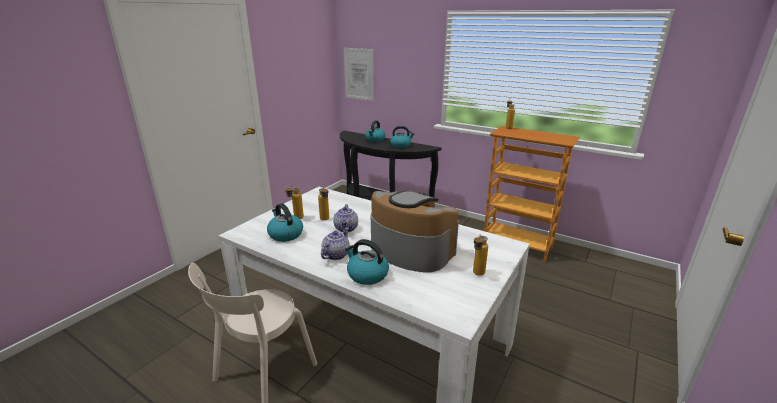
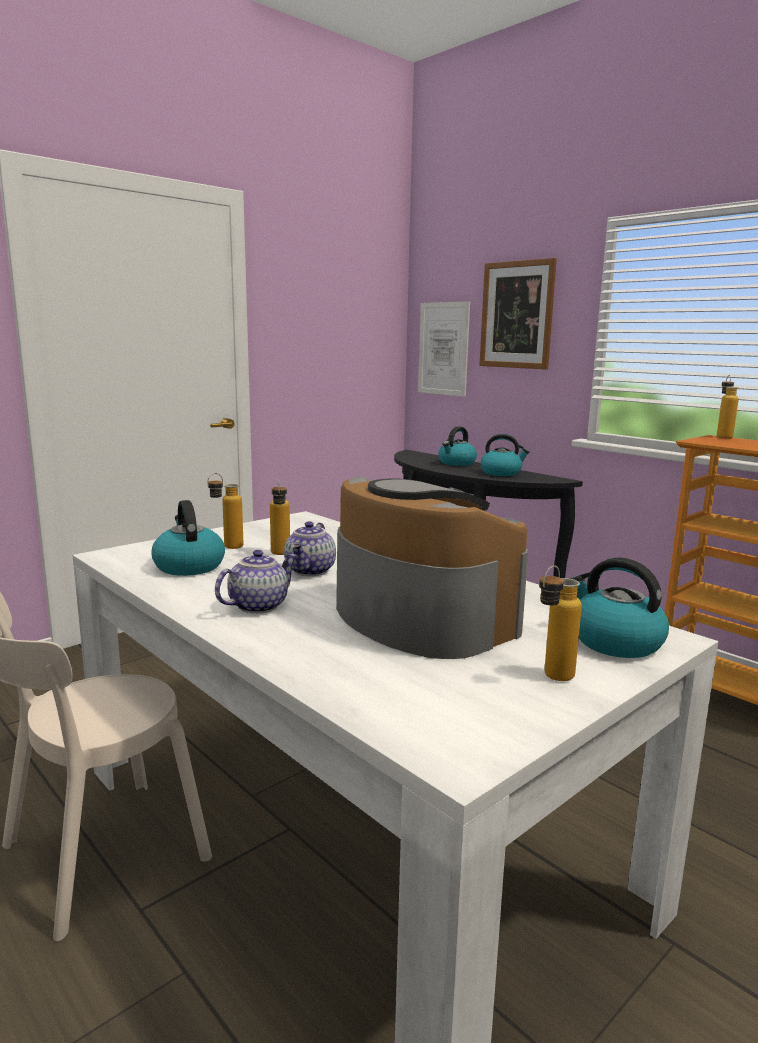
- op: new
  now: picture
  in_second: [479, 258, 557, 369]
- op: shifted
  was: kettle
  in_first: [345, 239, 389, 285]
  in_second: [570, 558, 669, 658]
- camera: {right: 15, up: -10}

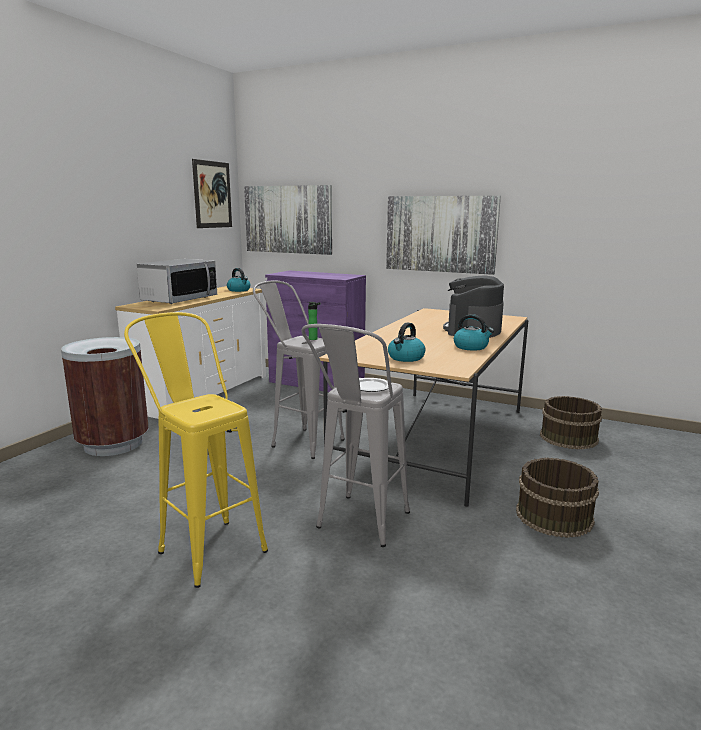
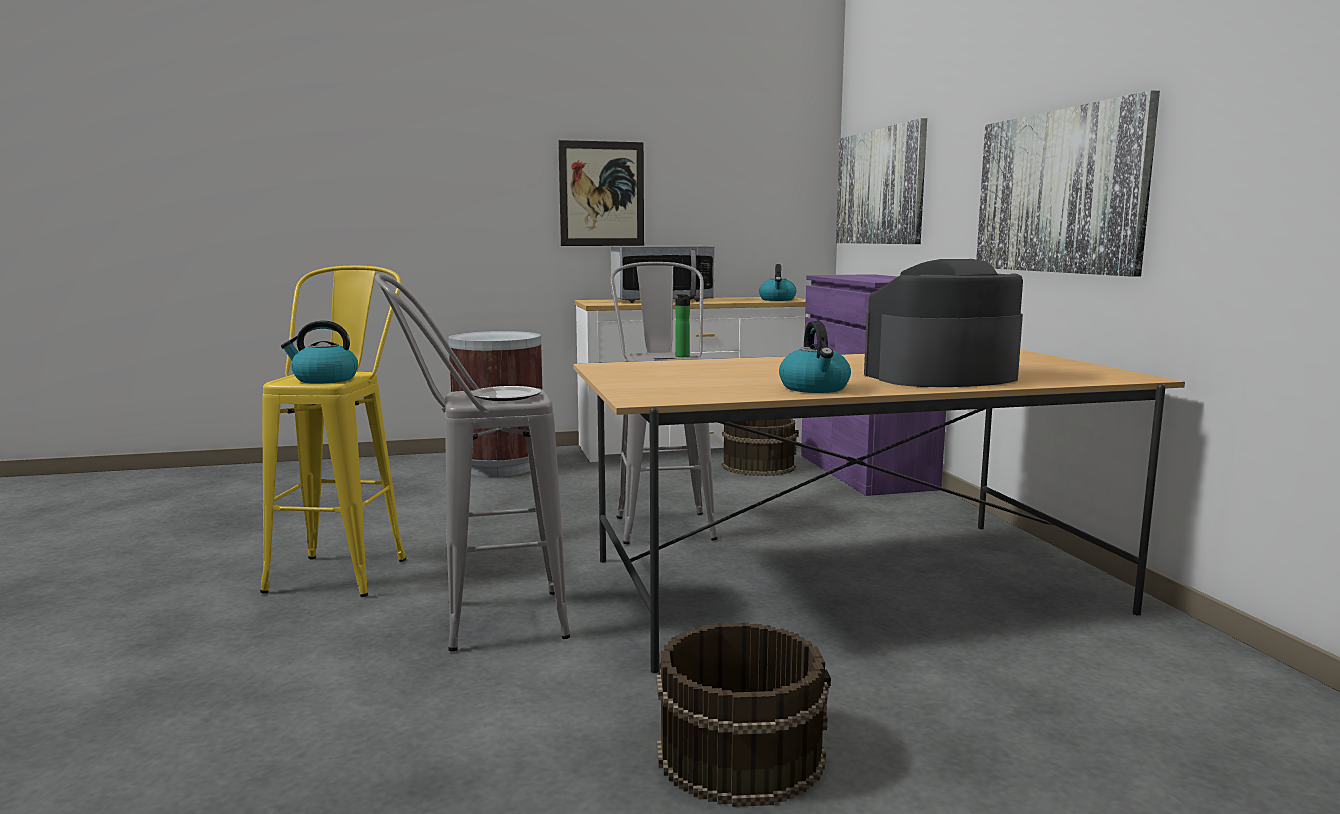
- op: shifted
  was: kettle
  in_first: [388, 323, 426, 362]
  in_second: [281, 320, 358, 384]
- op: shifted
  was: picture
  in_first: [192, 159, 232, 228]
  in_second: [558, 140, 644, 246]
- op: shifted
  was: brown bucket
  in_first: [540, 396, 602, 449]
  in_second: [722, 419, 799, 476]
- camera: {right: 50, up: -5}

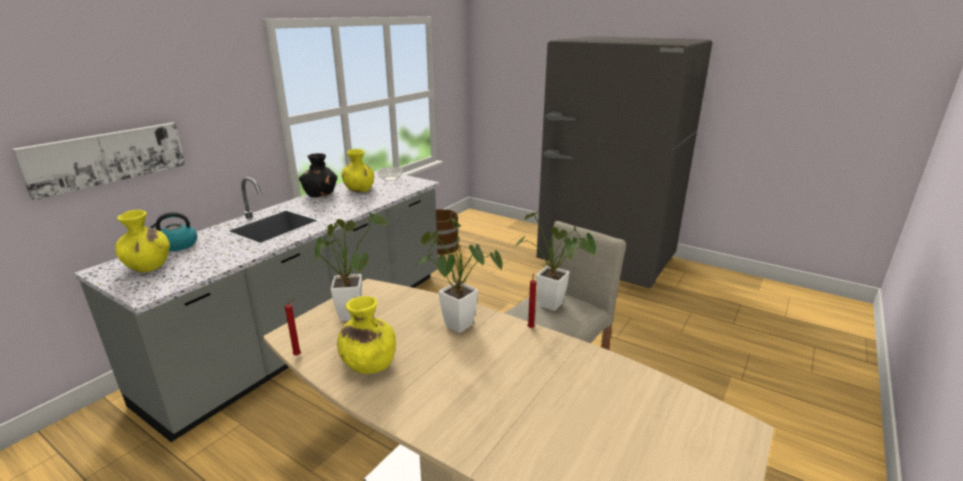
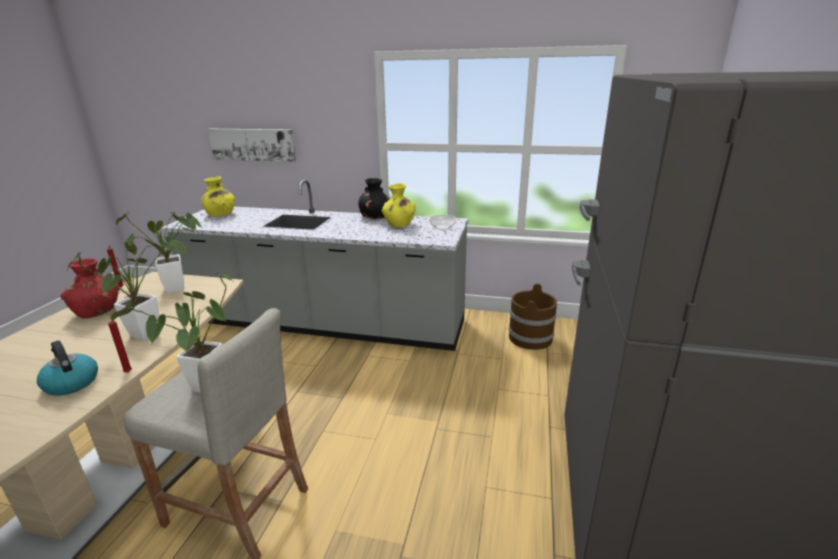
- op: shifted
  was: kettle
  in_first: [148, 212, 197, 251]
  in_second: [37, 340, 98, 396]
- op: repainted
  was: yellow vase
  now: red vase
  in_first: [337, 296, 396, 374]
  in_second: [60, 258, 119, 318]
- camera: {right: 70, up: 0}

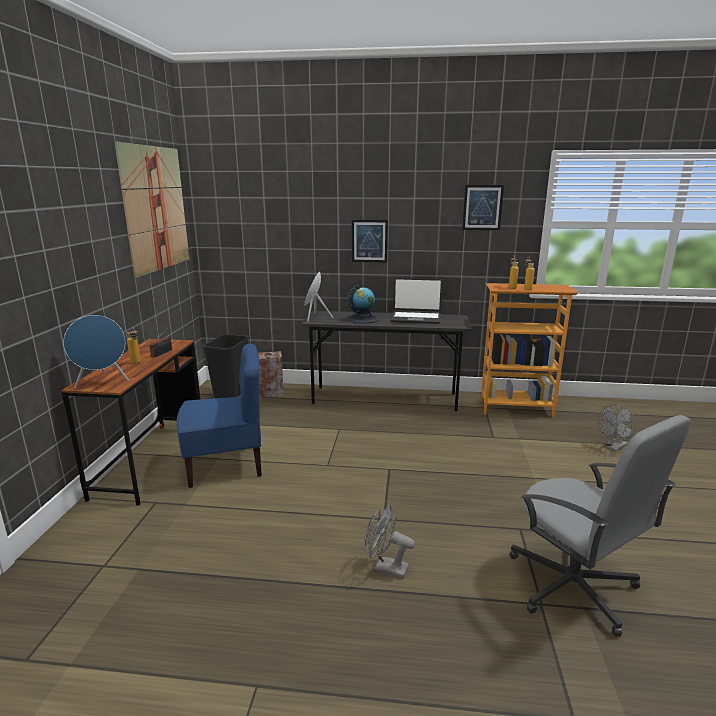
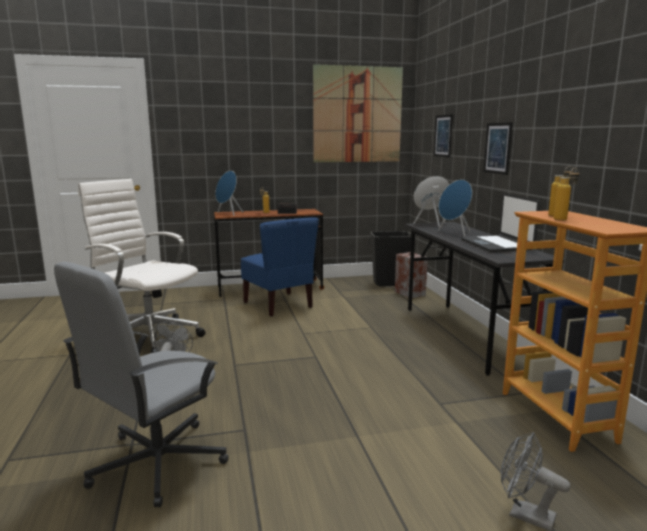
- op: new
  now: white office chair
  in_second: [78, 179, 205, 353]
- op: shifted
  was: picture
  in_first: [462, 185, 504, 230]
  in_second: [434, 114, 453, 157]
- op: swapped
  was: globe
  now: blue speaker
  in_first: [348, 285, 379, 324]
  in_second: [438, 180, 472, 237]
- camera: {right: 70, up: -5}

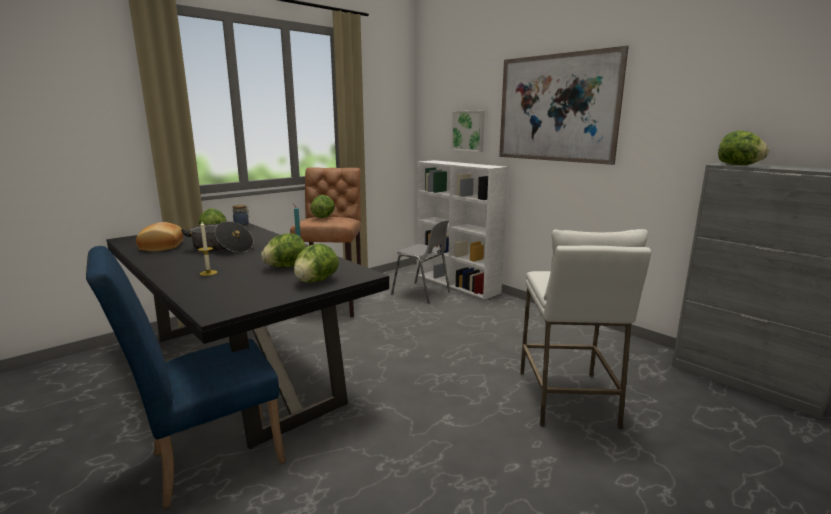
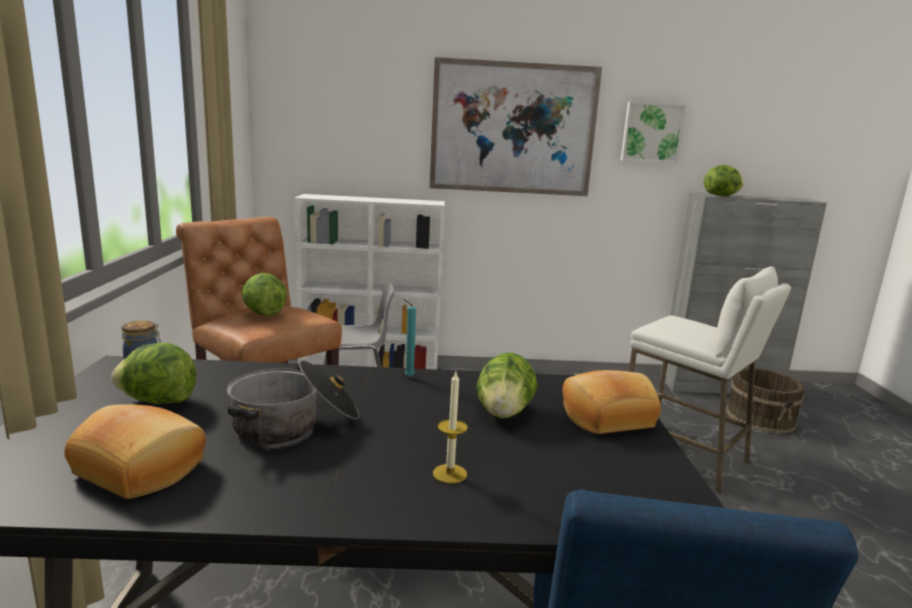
- op: swapped
  was: lettuce
  now: bread
  in_first: [294, 244, 339, 283]
  in_second: [562, 370, 661, 434]
- op: shifted
  was: picture
  in_first: [451, 111, 485, 152]
  in_second: [621, 102, 686, 164]
- op: new
  now: brown bucket
  in_second: [726, 368, 804, 434]
- camera: {right: -50, up: 0}

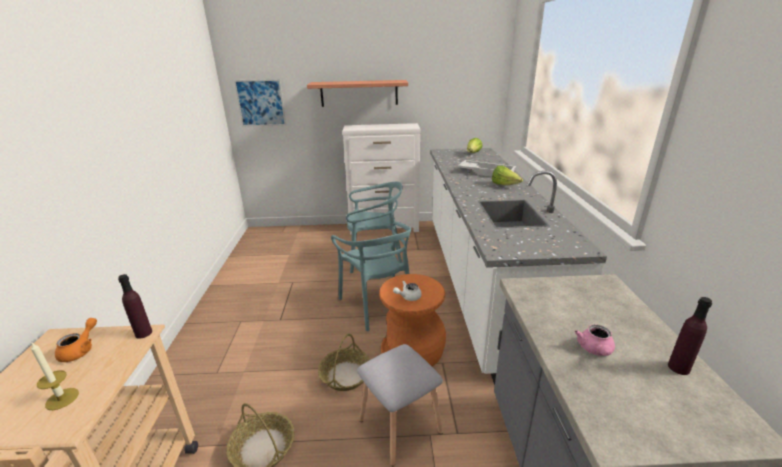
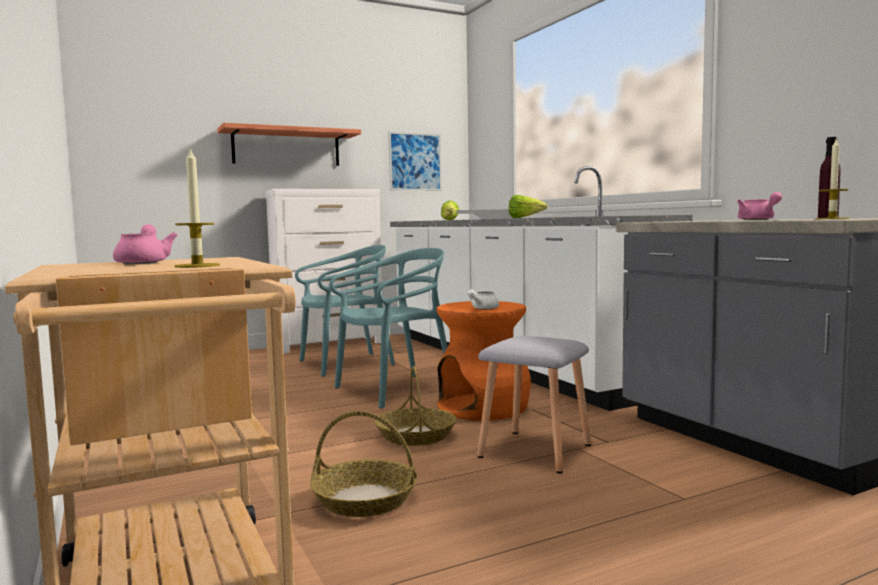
- op: repainted
  was: orange teapot
  now: pink teapot
  in_first: [55, 318, 97, 362]
  in_second: [113, 224, 178, 264]
- op: rotated
  was: turquoise chair
  in_first: [331, 222, 411, 331]
  in_second: [329, 248, 447, 409]
  clockwise: -75
- op: shifted
  was: picture
  in_first: [234, 79, 286, 127]
  in_second: [388, 132, 442, 191]
- op: new
  now: candle
  in_second: [815, 140, 850, 219]
- op: gone
  was: purple bottle
  in_first: [118, 274, 152, 339]
- camera: {right: -25, up: -20}

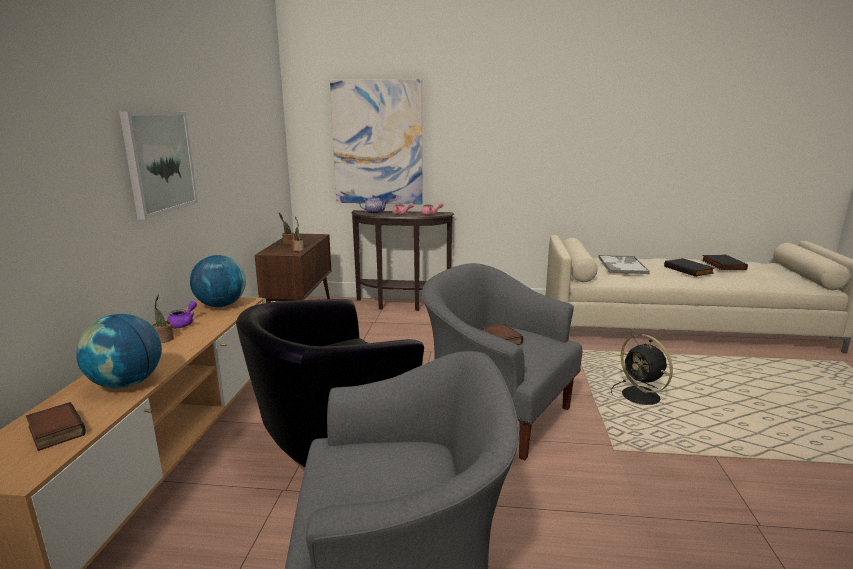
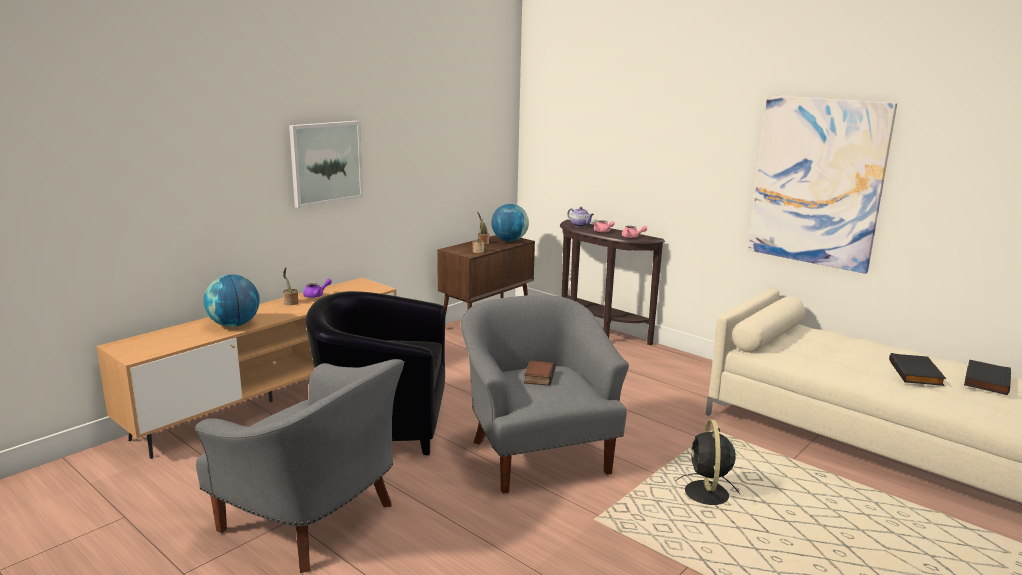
- op: shifted
  was: globe
  in_first: [190, 255, 246, 307]
  in_second: [491, 204, 529, 242]
- op: shifted
  was: picture
  in_first: [330, 79, 422, 204]
  in_second: [748, 95, 897, 274]
- op: gone
  was: book
  in_first: [26, 402, 86, 451]
- op: gone
  was: tray
  in_first: [598, 255, 650, 274]
- camera: {right: 35, up: 0}

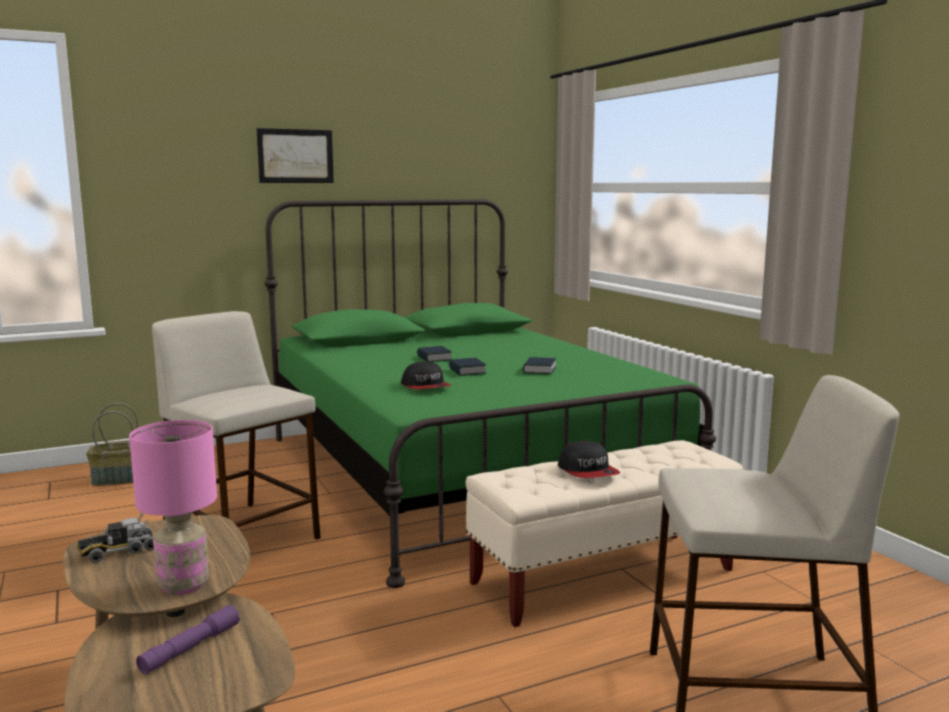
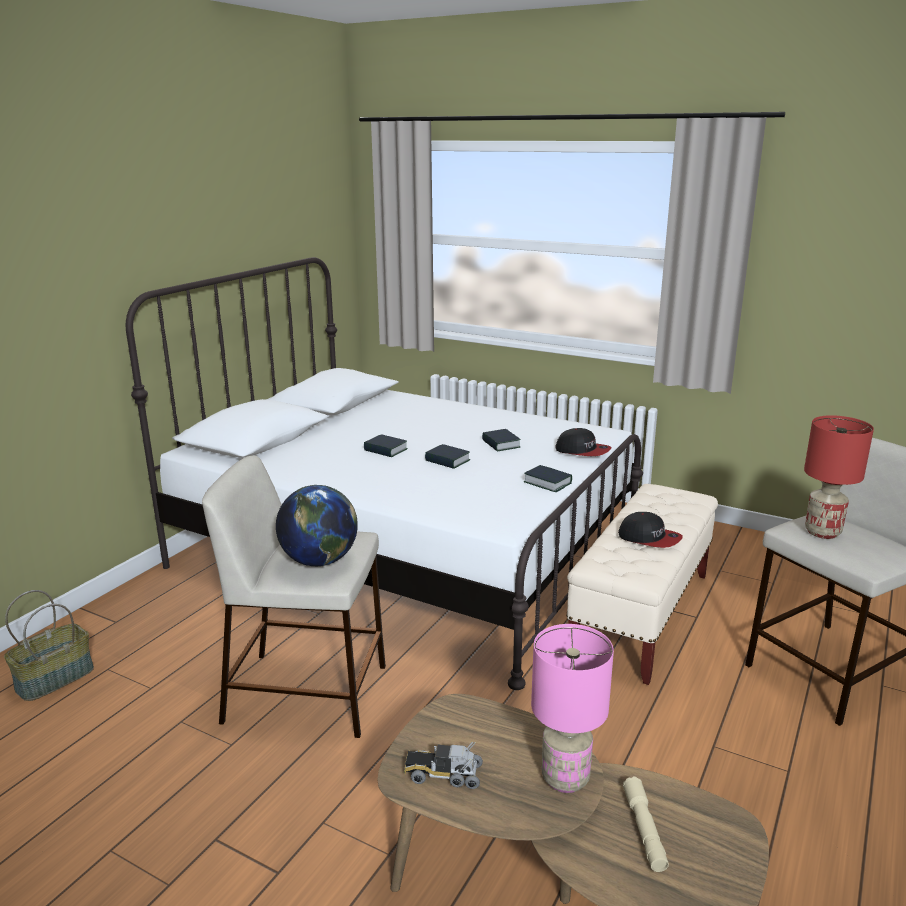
- op: repainted
  was: green bed
  now: white bed
  in_first: [264, 199, 716, 588]
  in_second: [126, 257, 643, 690]
- op: new
  now: globe
  in_second: [276, 485, 358, 566]
- op: rotated
  was: toy truck
  in_first: [77, 512, 154, 563]
  in_second: [404, 742, 483, 789]
  clockwise: 75
- op: new
  now: book
  in_second: [524, 465, 572, 492]
- op: shifted
  was: cap
  in_first: [401, 361, 451, 389]
  in_second: [555, 428, 612, 456]
- op: repainted
  was: purple flashlight
  now: beige flashlight
  in_first: [136, 605, 240, 674]
  in_second: [623, 777, 669, 872]
- op: new
  now: red table lamp
  in_second: [804, 415, 874, 539]
- op: gone
  was: picture
  in_first: [256, 128, 334, 183]
- camera: {right: -35, up: 10}

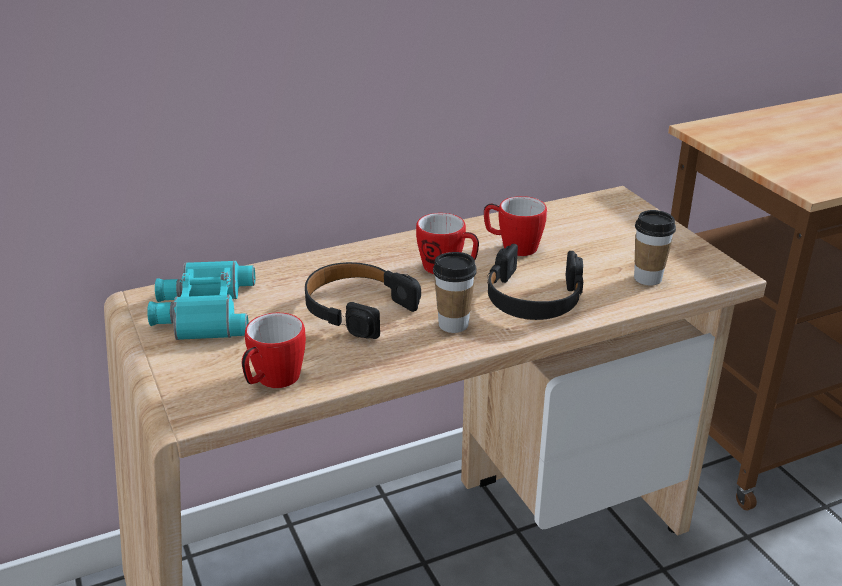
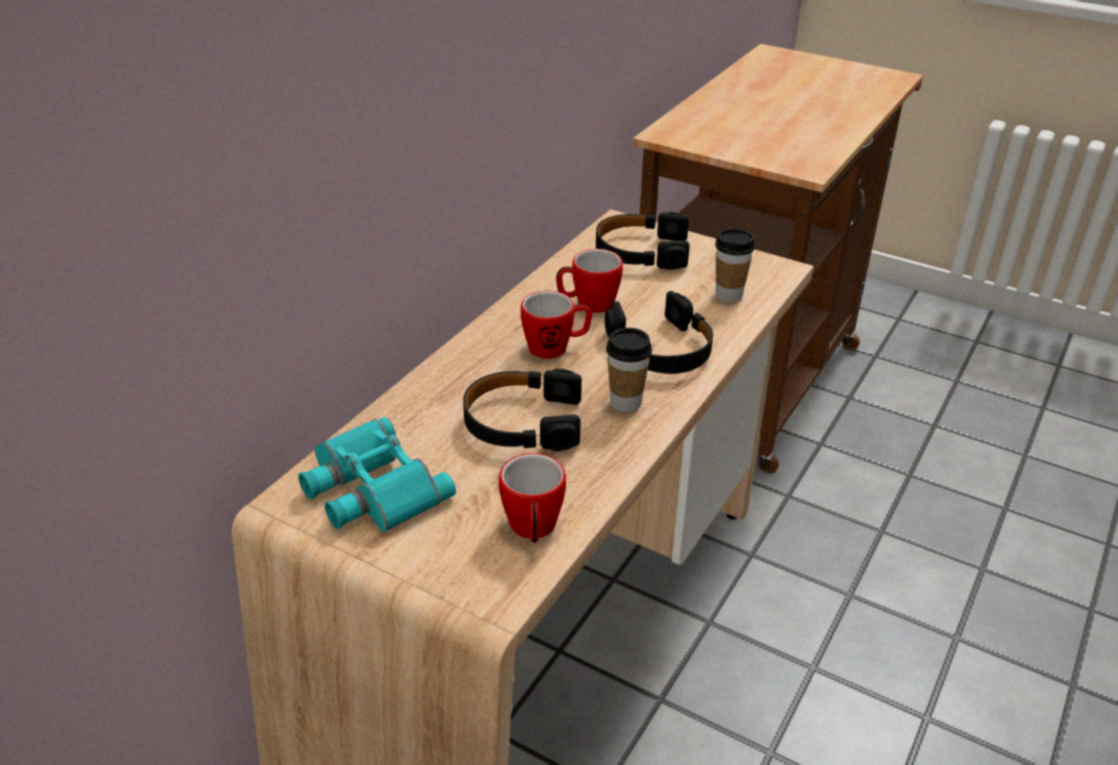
- op: new
  now: black headphones
  in_second: [596, 212, 690, 270]
- camera: {right: -35, up: 5}

